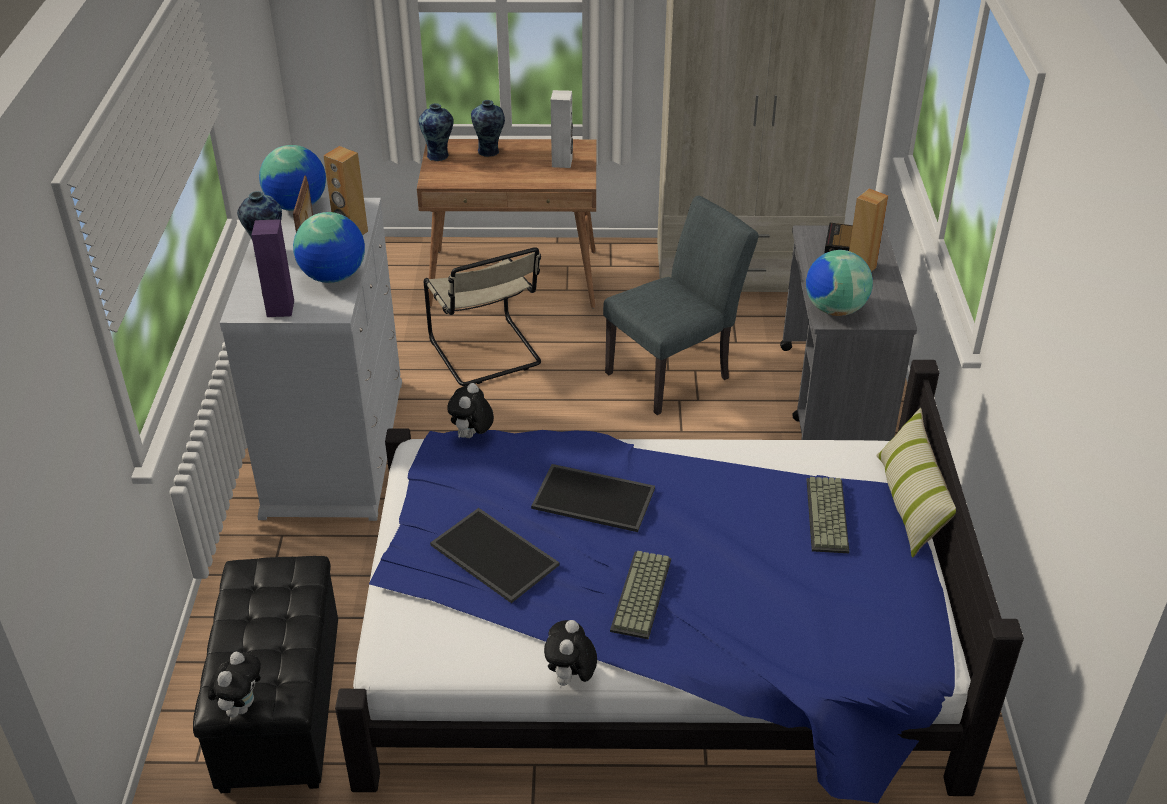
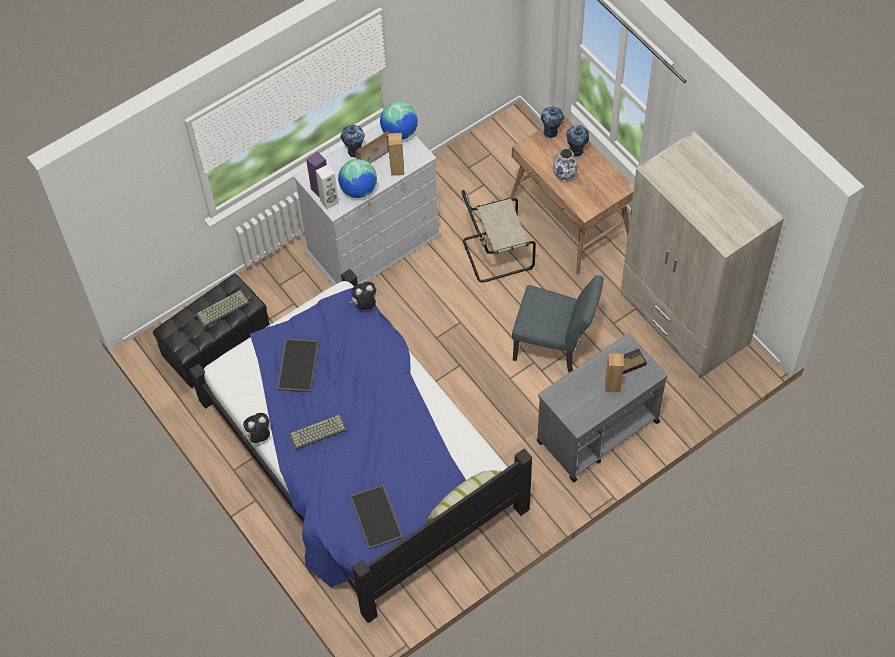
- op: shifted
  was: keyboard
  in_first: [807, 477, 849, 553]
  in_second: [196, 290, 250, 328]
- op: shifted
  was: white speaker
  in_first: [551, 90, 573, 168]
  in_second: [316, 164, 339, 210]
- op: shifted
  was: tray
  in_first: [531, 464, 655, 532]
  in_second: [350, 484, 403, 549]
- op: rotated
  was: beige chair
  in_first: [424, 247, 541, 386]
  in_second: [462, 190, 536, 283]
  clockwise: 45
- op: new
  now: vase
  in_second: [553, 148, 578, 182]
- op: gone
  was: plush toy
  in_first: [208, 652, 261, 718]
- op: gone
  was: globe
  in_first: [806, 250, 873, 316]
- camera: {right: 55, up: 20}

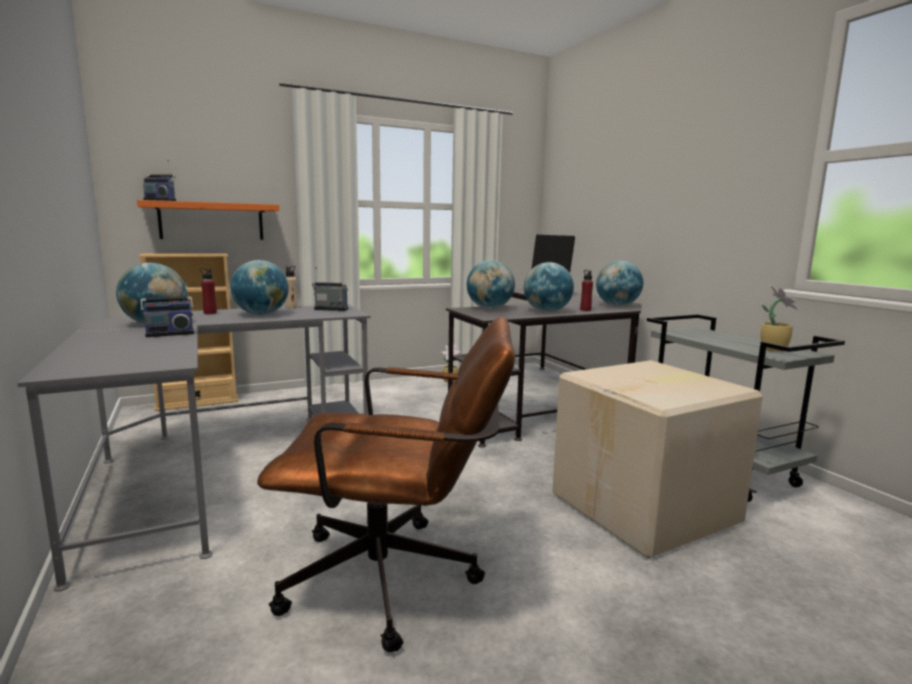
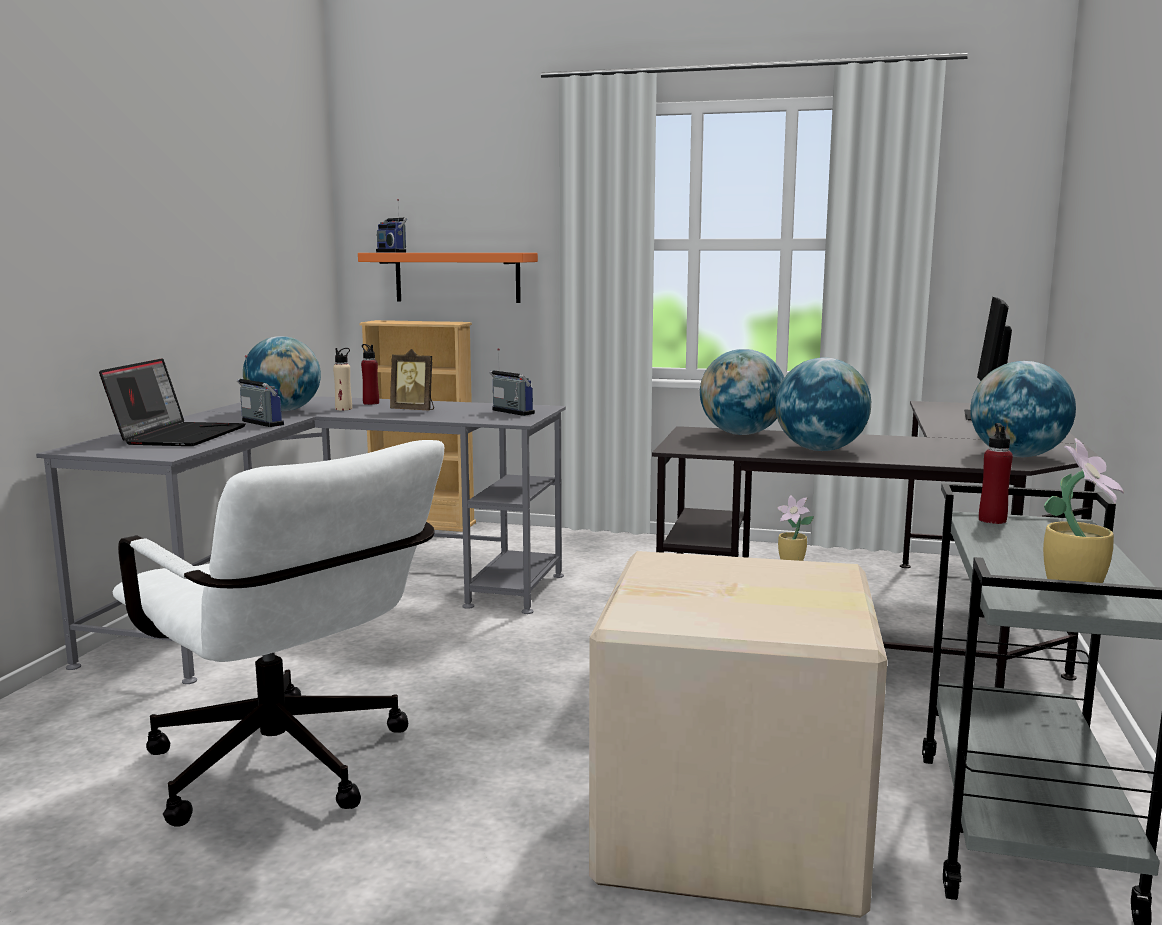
- op: new
  now: laptop
  in_second: [99, 358, 245, 446]
- op: repainted
  was: brown office chair
  now: white office chair
  in_first: [257, 317, 515, 652]
  in_second: [112, 440, 444, 827]
- op: rotated
  was: radio
  in_first: [141, 278, 194, 337]
  in_second: [237, 355, 284, 427]
  clockwise: -150
- op: shifted
  was: beige bottle
  in_first: [285, 266, 297, 309]
  in_second: [333, 348, 352, 410]
- op: swapped
  was: globe
  now: picture frame
  in_first: [230, 260, 289, 315]
  in_second: [390, 349, 434, 410]
- op: shifted
  was: red bottle
  in_first: [580, 270, 593, 311]
  in_second: [979, 423, 1013, 524]
- camera: {right: 40, up: 0}

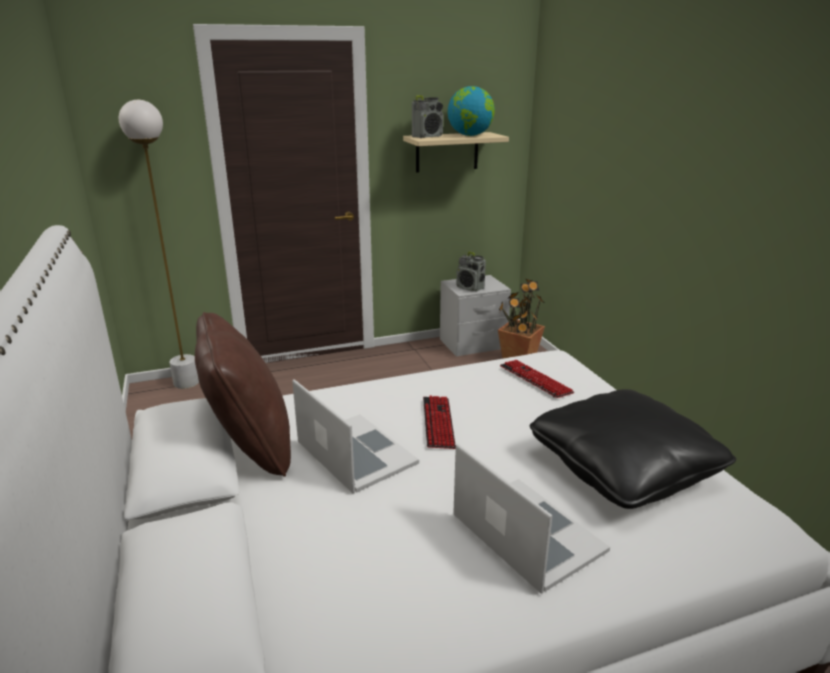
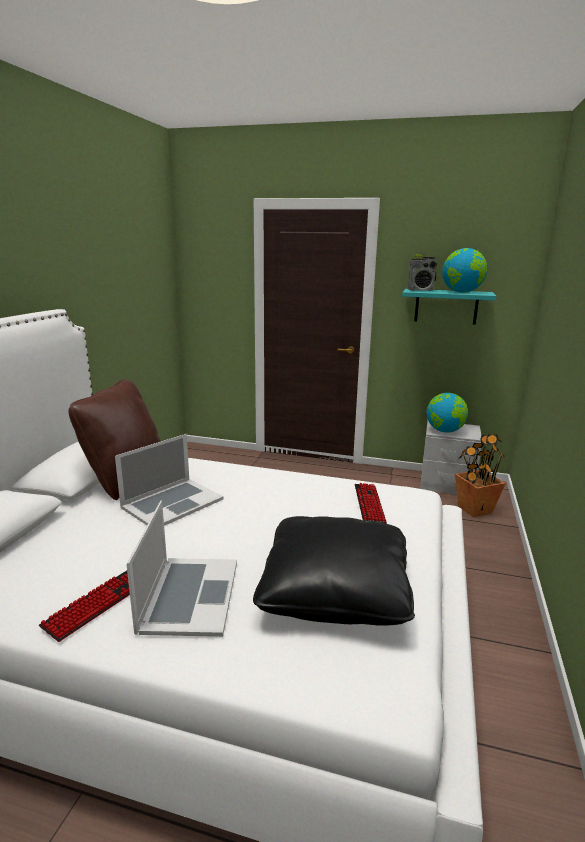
- op: shifted
  was: keyboard
  in_first: [423, 396, 456, 449]
  in_second: [39, 570, 130, 642]
- op: rotated
  was: laptop
  in_first: [292, 379, 419, 494]
  in_second: [115, 434, 223, 526]
  clockwise: 45
- op: repainted
  was: beige shelf
  now: turquoise shelf
  in_first: [403, 132, 509, 173]
  in_second: [402, 289, 496, 325]
- op: swapped
  was: radio
  now: globe
  in_first: [456, 251, 486, 292]
  in_second: [427, 393, 468, 433]
- op: gone
  was: white floor lamp
  in_first: [119, 100, 199, 389]
- camera: {right: 35, up: -5}

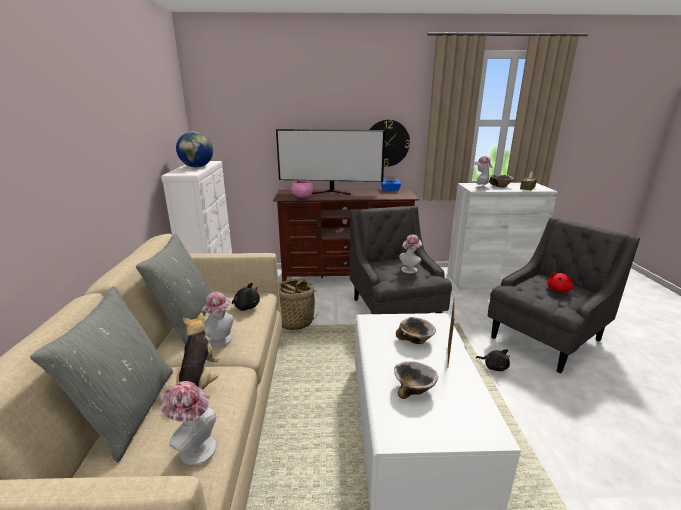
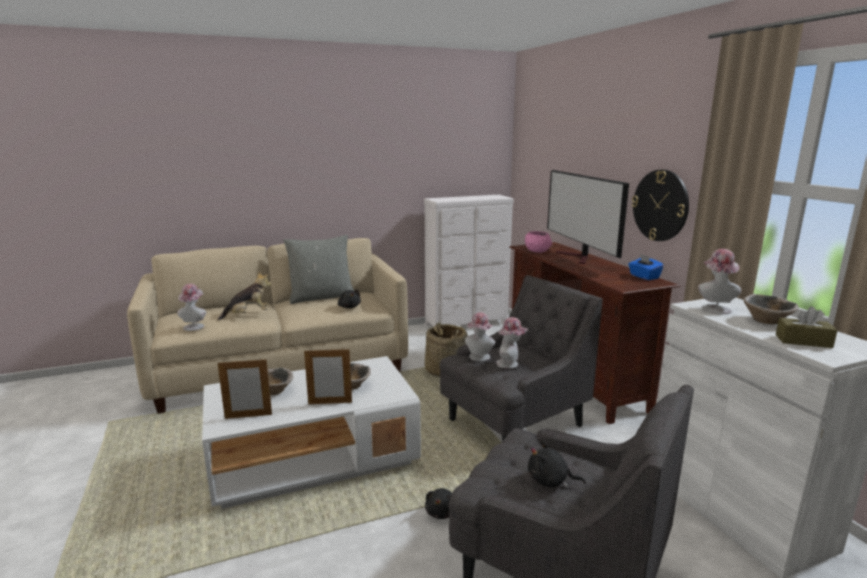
- op: new
  now: picture frame
  in_second: [218, 358, 272, 419]
- op: shifted
  was: hat
  in_first: [202, 292, 234, 347]
  in_second: [465, 312, 495, 361]
- op: repainted
  was: red plush toy
  now: black plush toy
  in_first: [547, 272, 574, 292]
  in_second: [528, 440, 586, 487]
- op: gone
  was: grey pillow
  in_first: [30, 286, 173, 463]
- op: gone
  was: globe
  in_first: [176, 132, 213, 167]
- camera: {right: 70, up: -5}

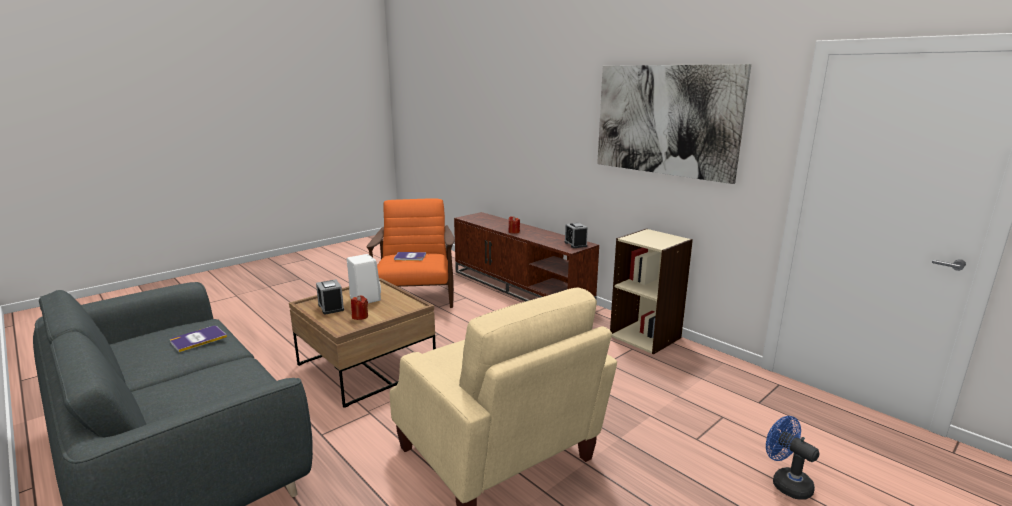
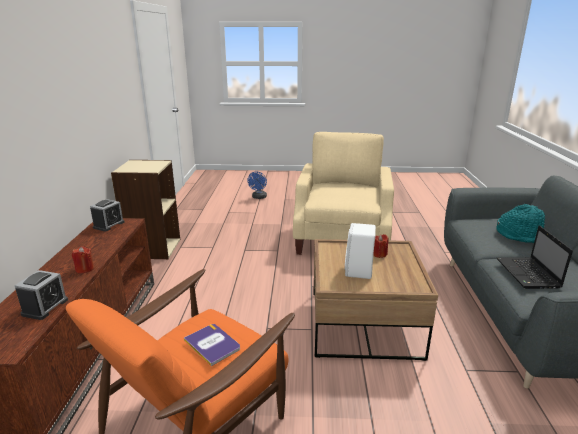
- op: shifted
  was: alarm clock
  in_first: [316, 279, 344, 315]
  in_second: [14, 270, 68, 320]
- op: new
  now: turquoise hat
  in_second: [496, 204, 545, 243]
- op: swapped
  was: book
  now: laptop
  in_first: [170, 326, 227, 352]
  in_second: [497, 225, 573, 289]
- op: gone
  was: picture
  in_first: [597, 64, 751, 184]
- camera: {right: -135, up: 5}

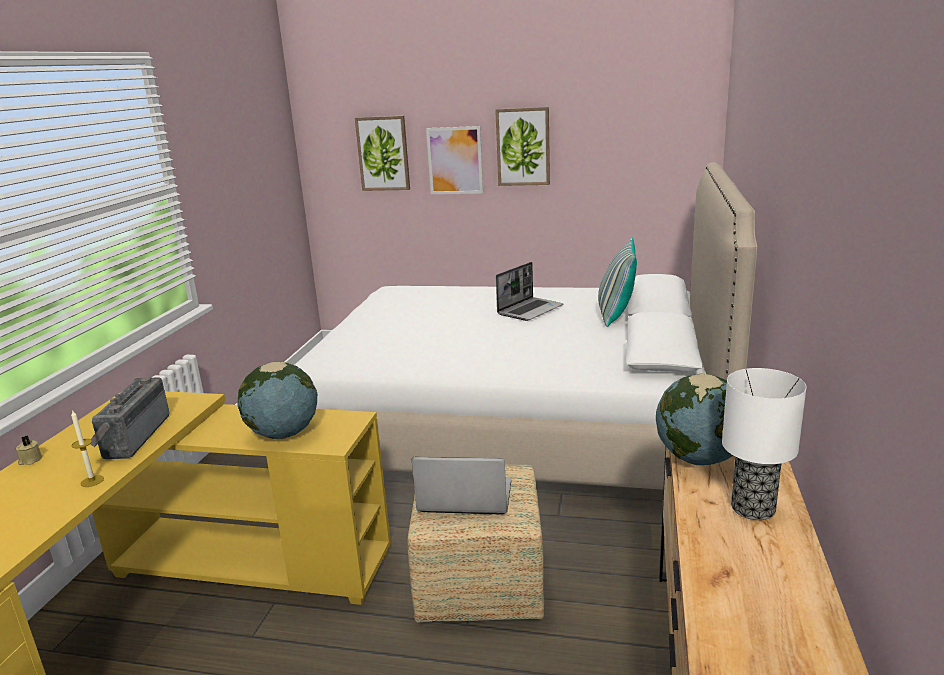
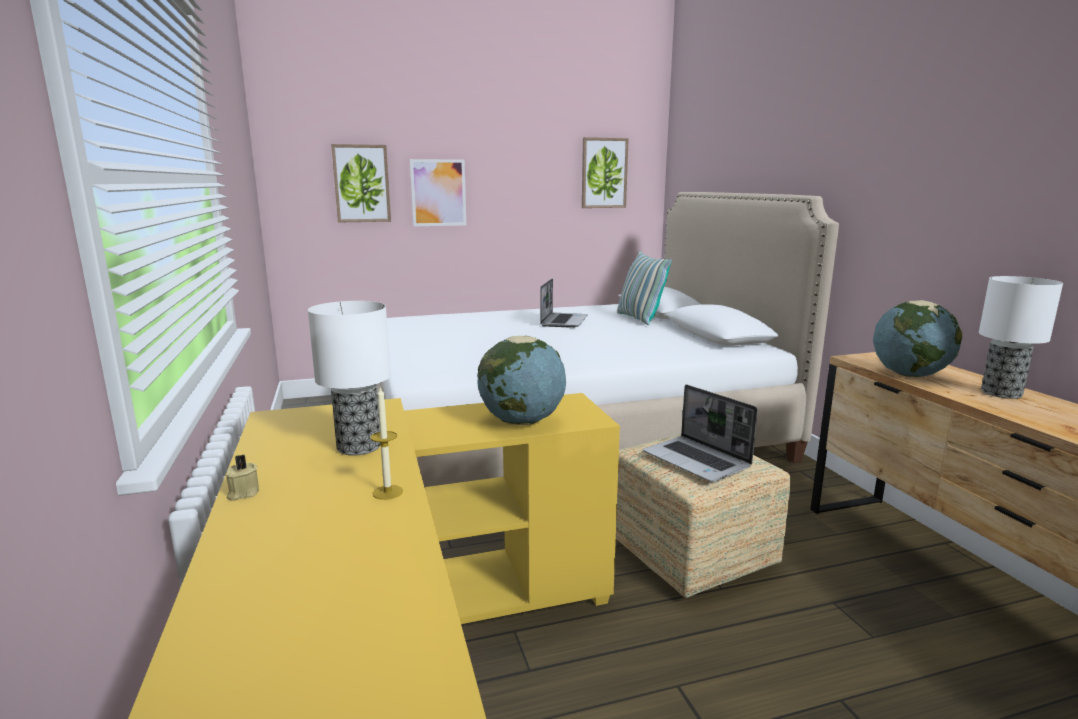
- op: swapped
  was: radio
  now: table lamp
  in_first: [90, 377, 169, 459]
  in_second: [308, 301, 391, 456]
- op: shifted
  was: picture
  in_first: [495, 107, 550, 186]
  in_second: [582, 137, 629, 208]
- op: rotated
  was: laptop
  in_first: [412, 457, 511, 514]
  in_second: [643, 385, 758, 482]
  clockwise: -105
- camera: {right: -30, up: -5}

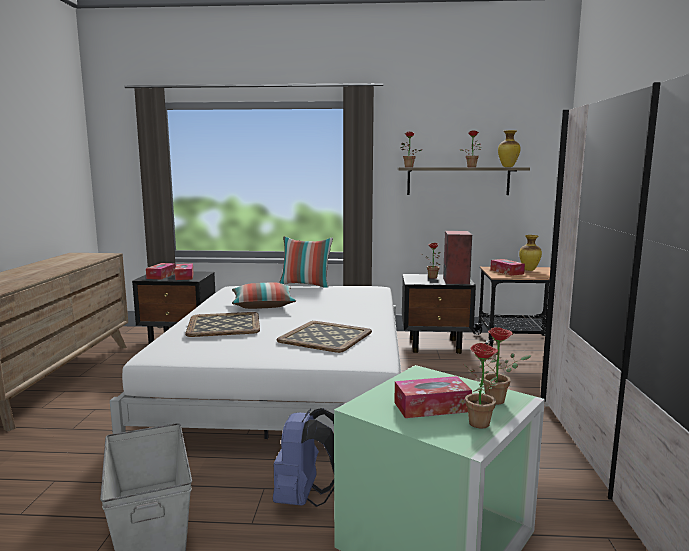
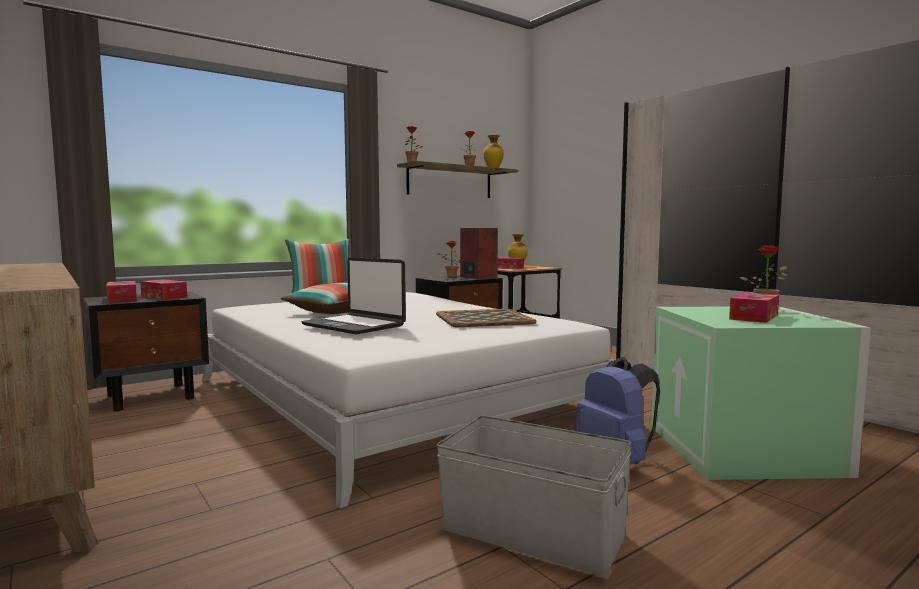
- op: swapped
  was: tray
  now: laptop
  in_first: [185, 312, 260, 337]
  in_second: [301, 257, 406, 335]
- op: gone
  was: potted plant
  in_first: [463, 343, 498, 429]
- camera: {right: -40, up: -5}

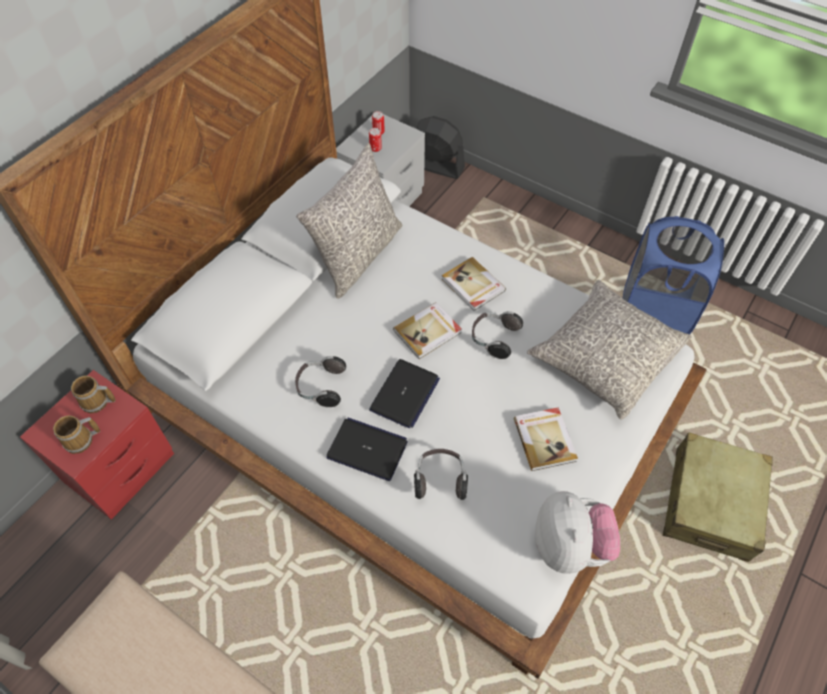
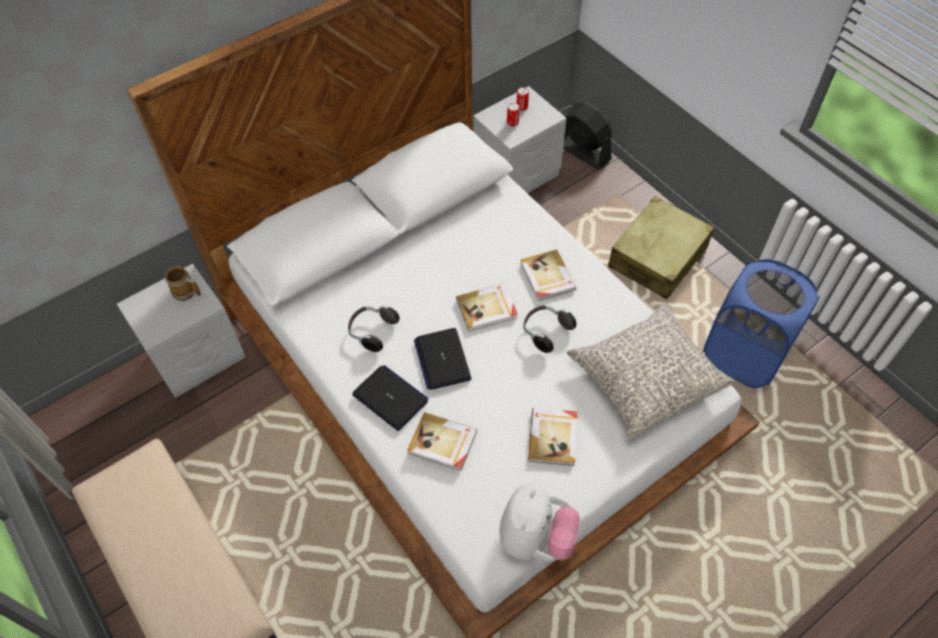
- op: repainted
  was: red nightstand
  now: grey nightstand
  in_first: [20, 370, 174, 520]
  in_second: [117, 264, 245, 398]
- op: swapped
  was: headphones
  now: book
  in_first: [414, 449, 468, 500]
  in_second: [407, 412, 477, 471]
- op: rotated
  was: laptop
  in_first: [369, 359, 440, 428]
  in_second: [414, 328, 472, 390]
  clockwise: 120
- op: shifted
  was: beige suitcase
  in_first: [663, 432, 773, 562]
  in_second: [608, 196, 715, 299]
- op: gone
  was: mug
  in_first: [53, 415, 100, 454]
- op: gone
  was: grey pillow
  in_first: [296, 143, 402, 299]
- camera: {right: 20, up: 0}

